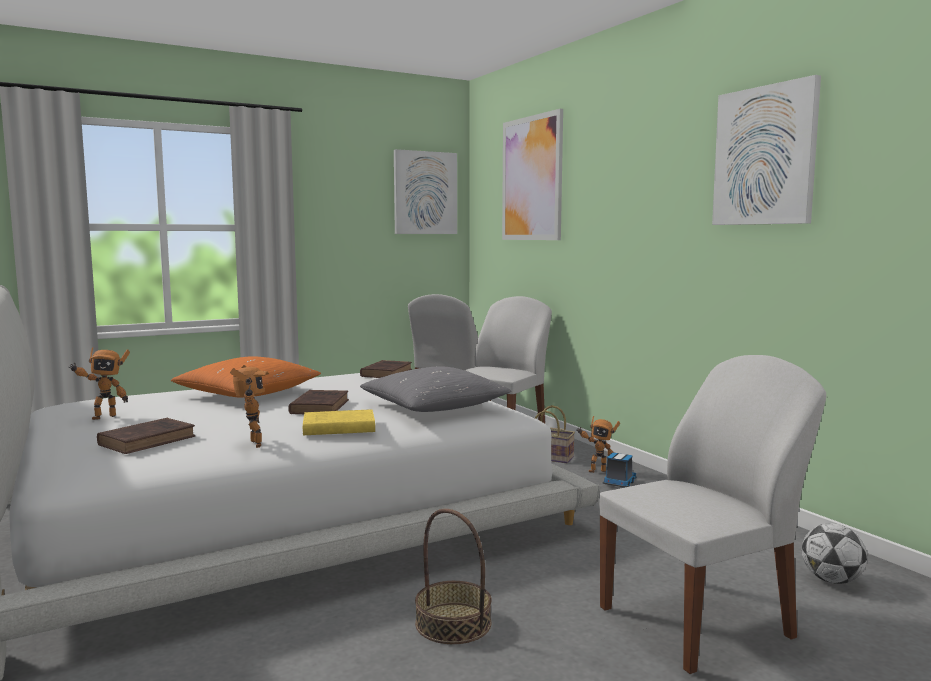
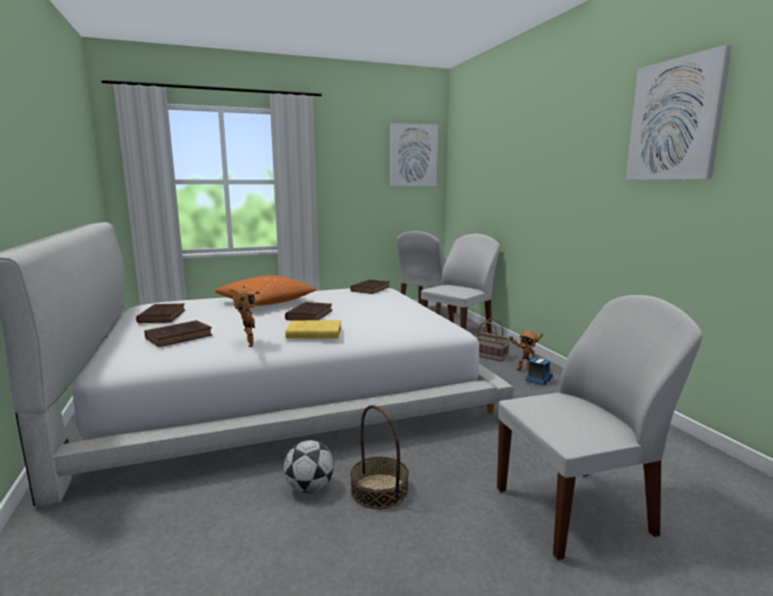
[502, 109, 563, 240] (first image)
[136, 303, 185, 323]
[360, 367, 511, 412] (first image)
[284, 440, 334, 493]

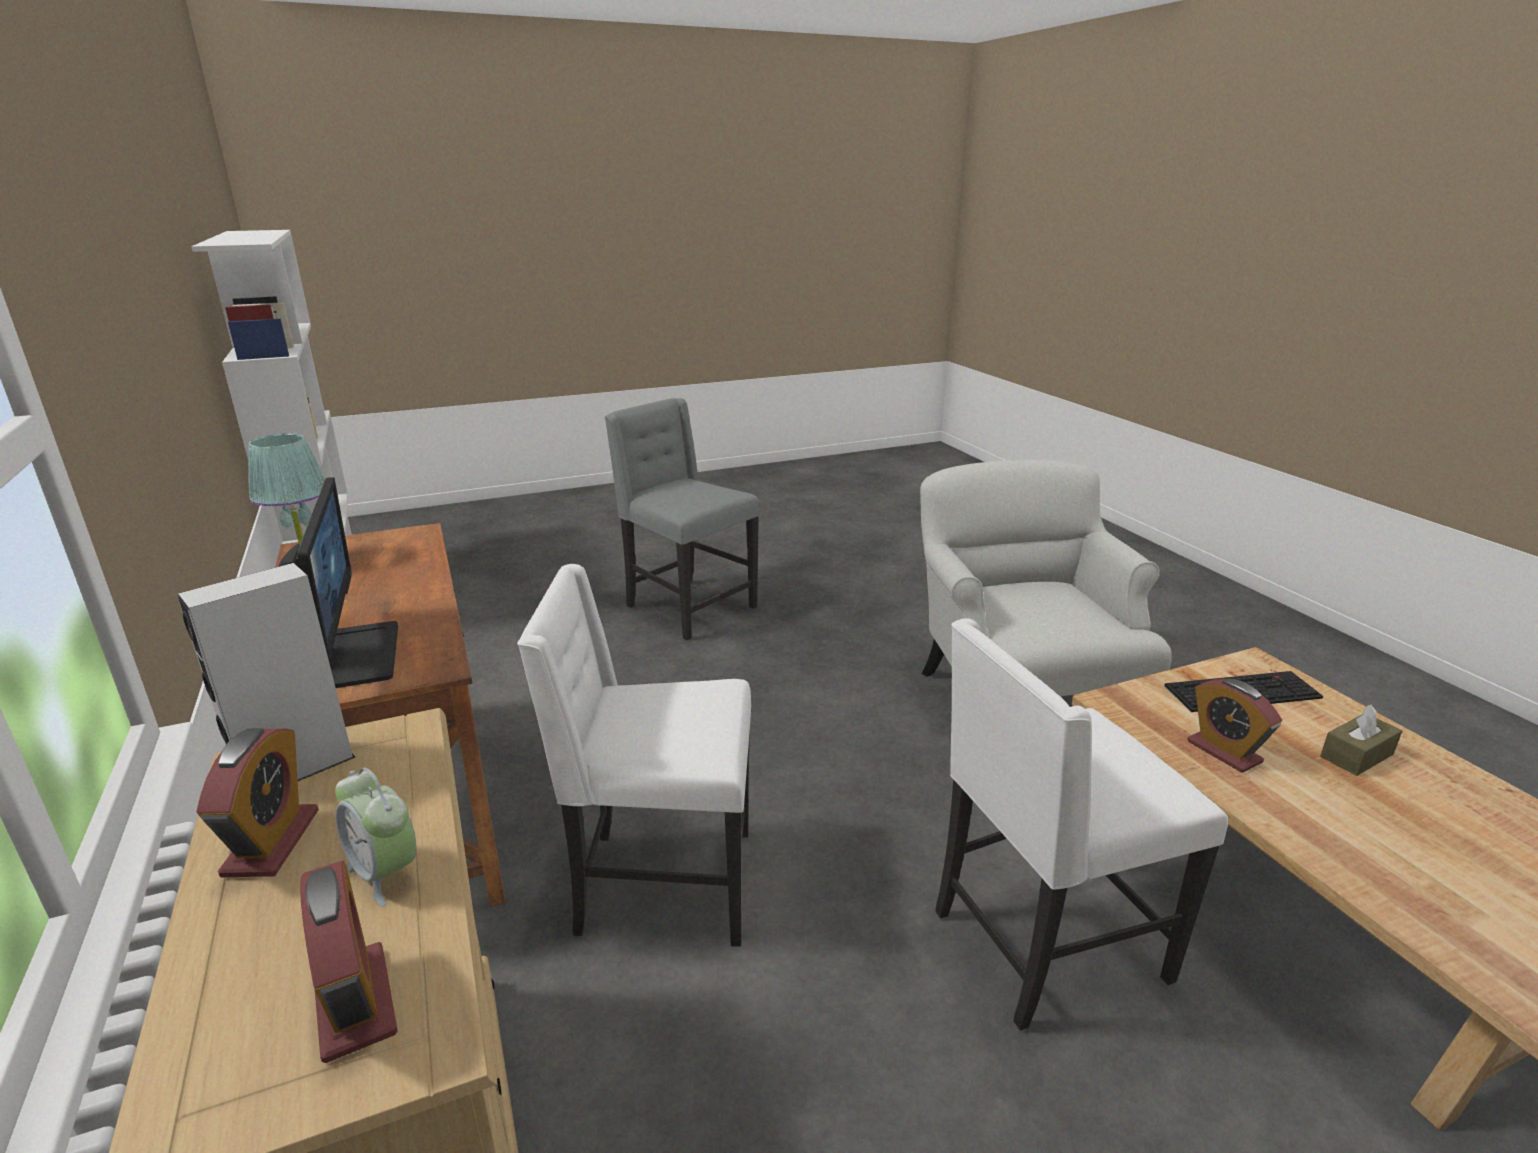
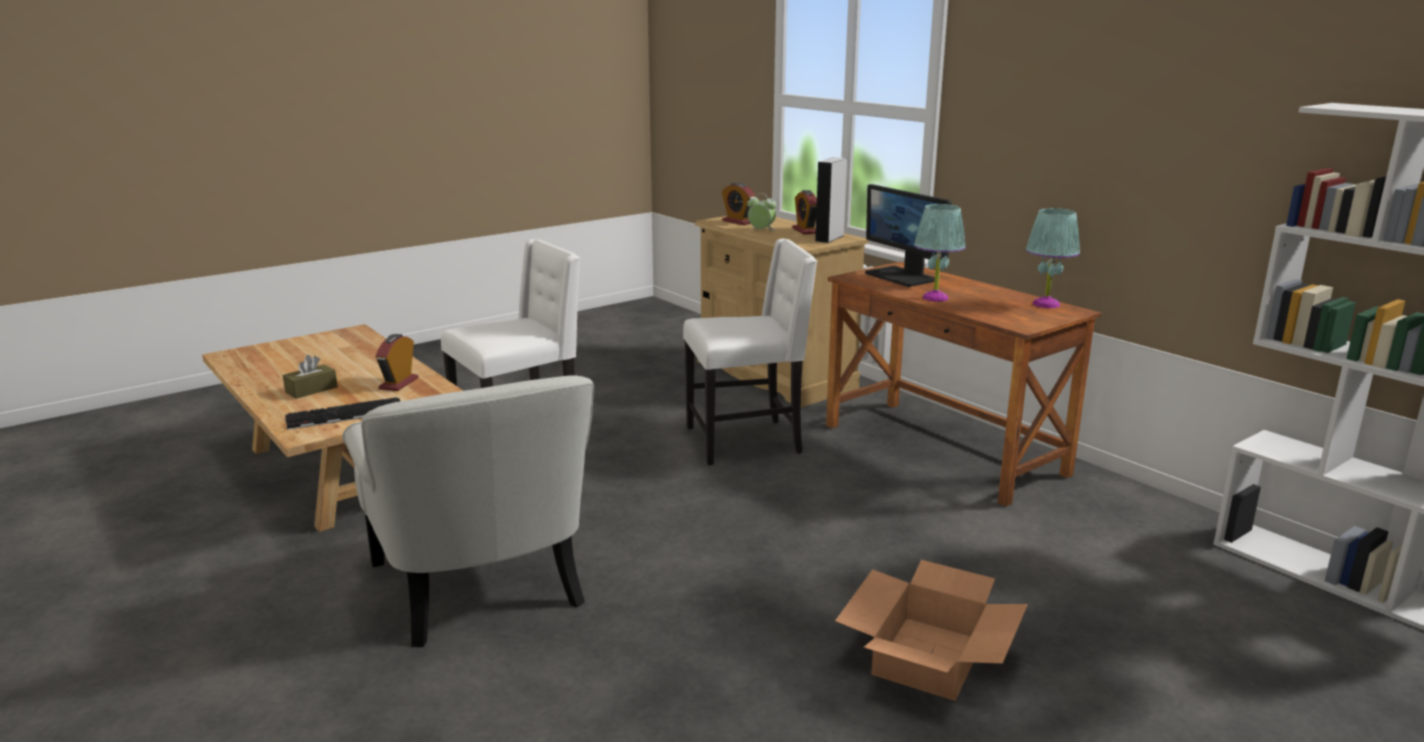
[835, 560, 1028, 701]
[375, 334, 418, 391]
[914, 204, 966, 302]

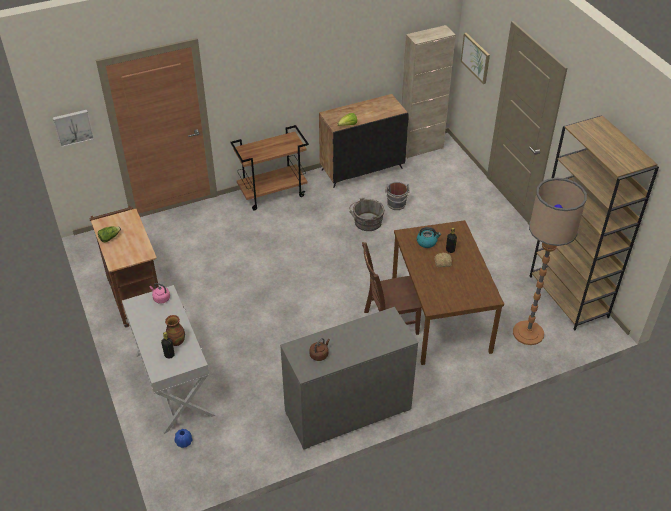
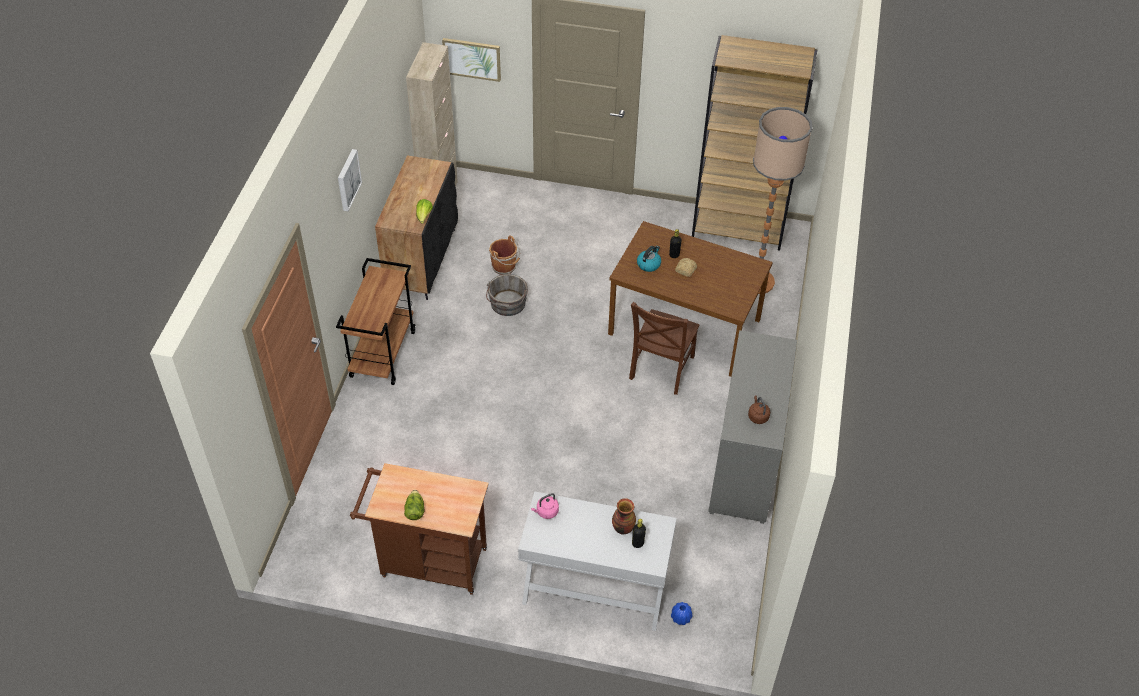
[338, 149, 362, 211]
[489, 236, 520, 275]

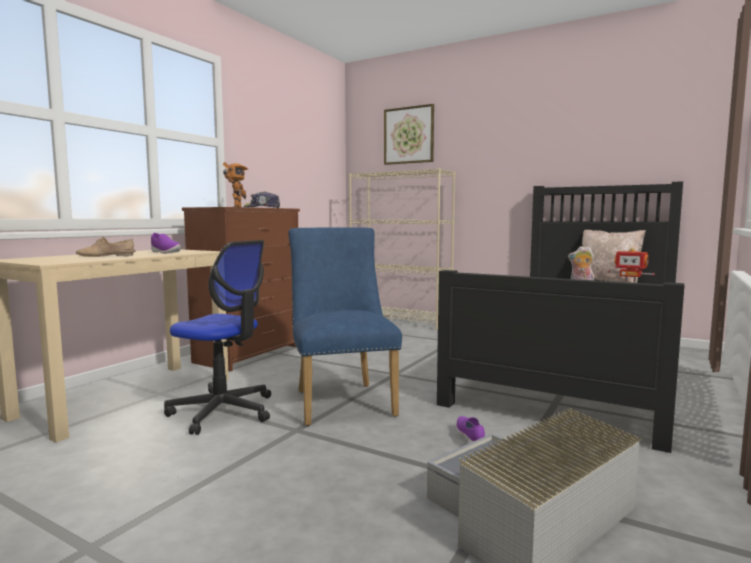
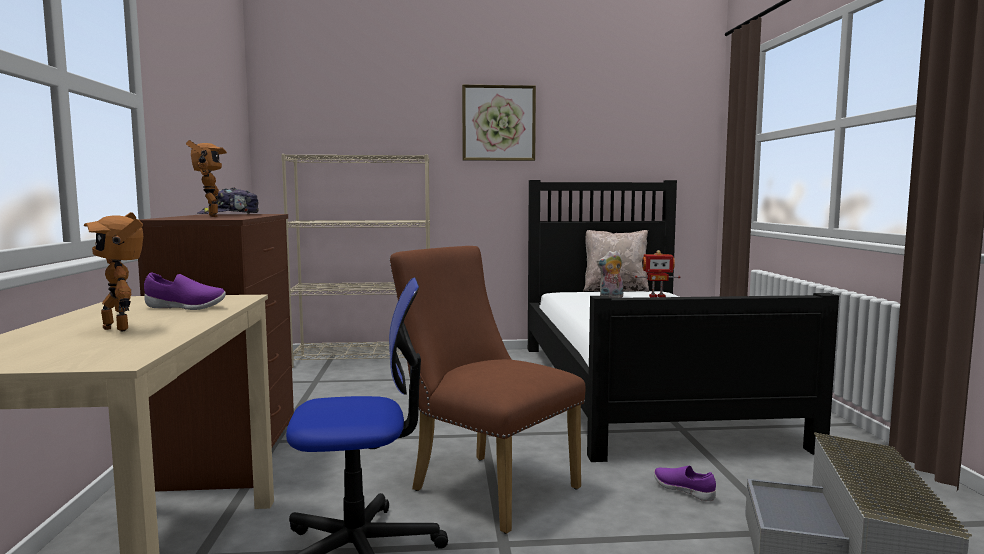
[462, 85, 536, 161]
[390, 246, 586, 534]
[84, 212, 143, 332]

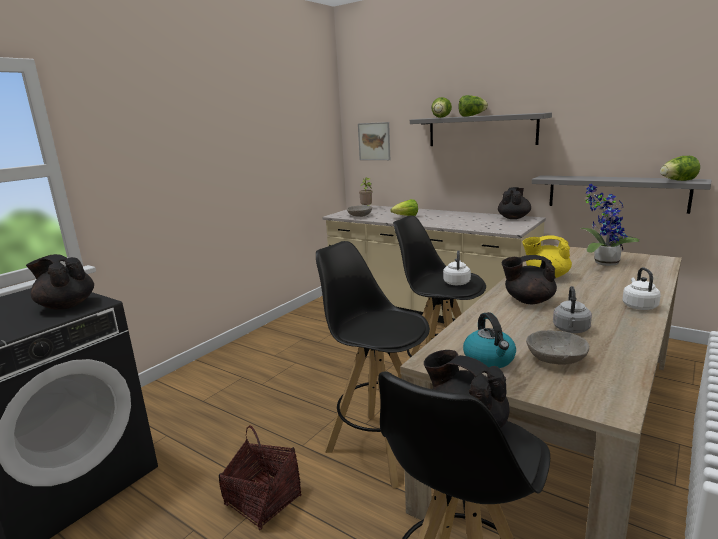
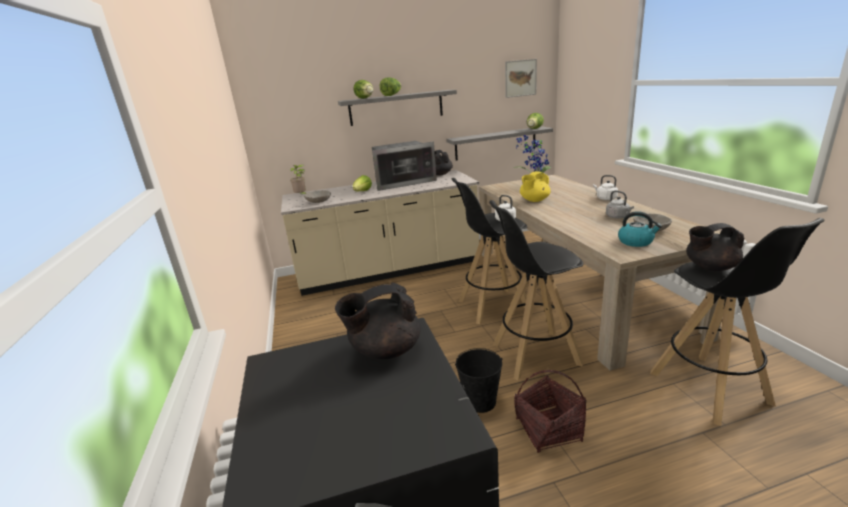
[505, 59, 537, 98]
[501, 255, 557, 304] (first image)
[372, 141, 437, 191]
[455, 348, 502, 413]

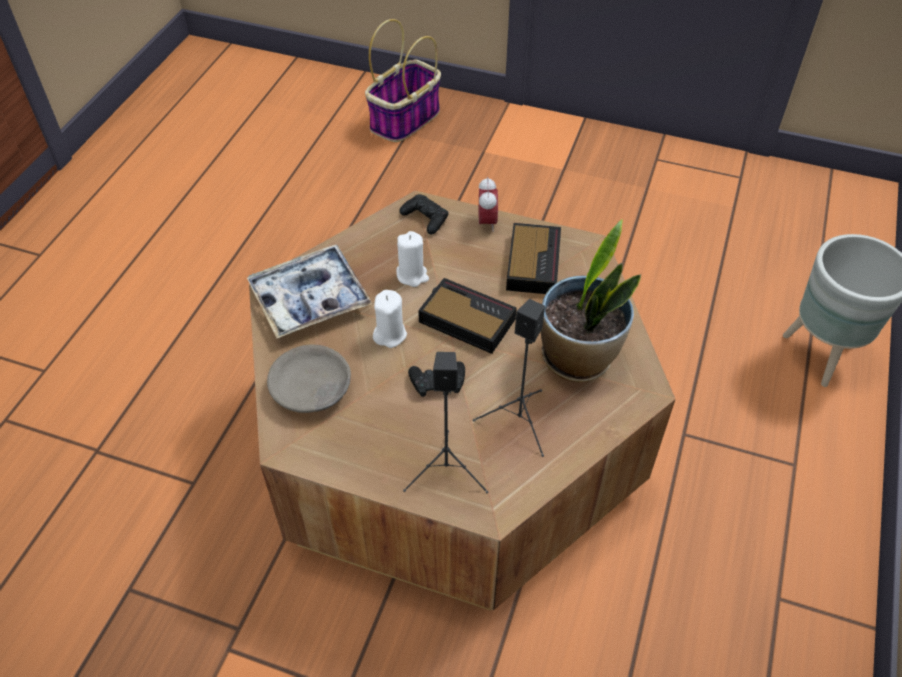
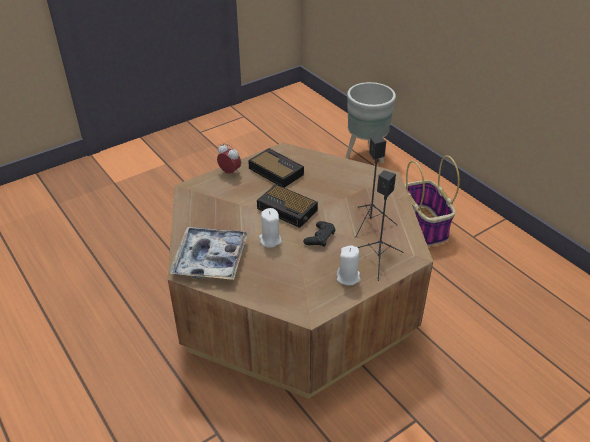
[405, 156, 460, 246]
[399, 194, 449, 234] (first image)
[541, 219, 641, 382] (first image)
[337, 245, 361, 285]
[257, 184, 318, 228]
[267, 345, 351, 413] (first image)

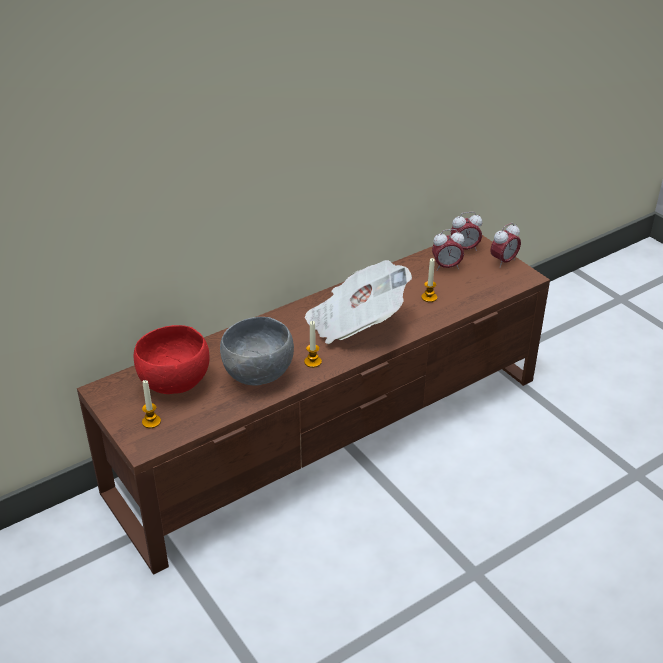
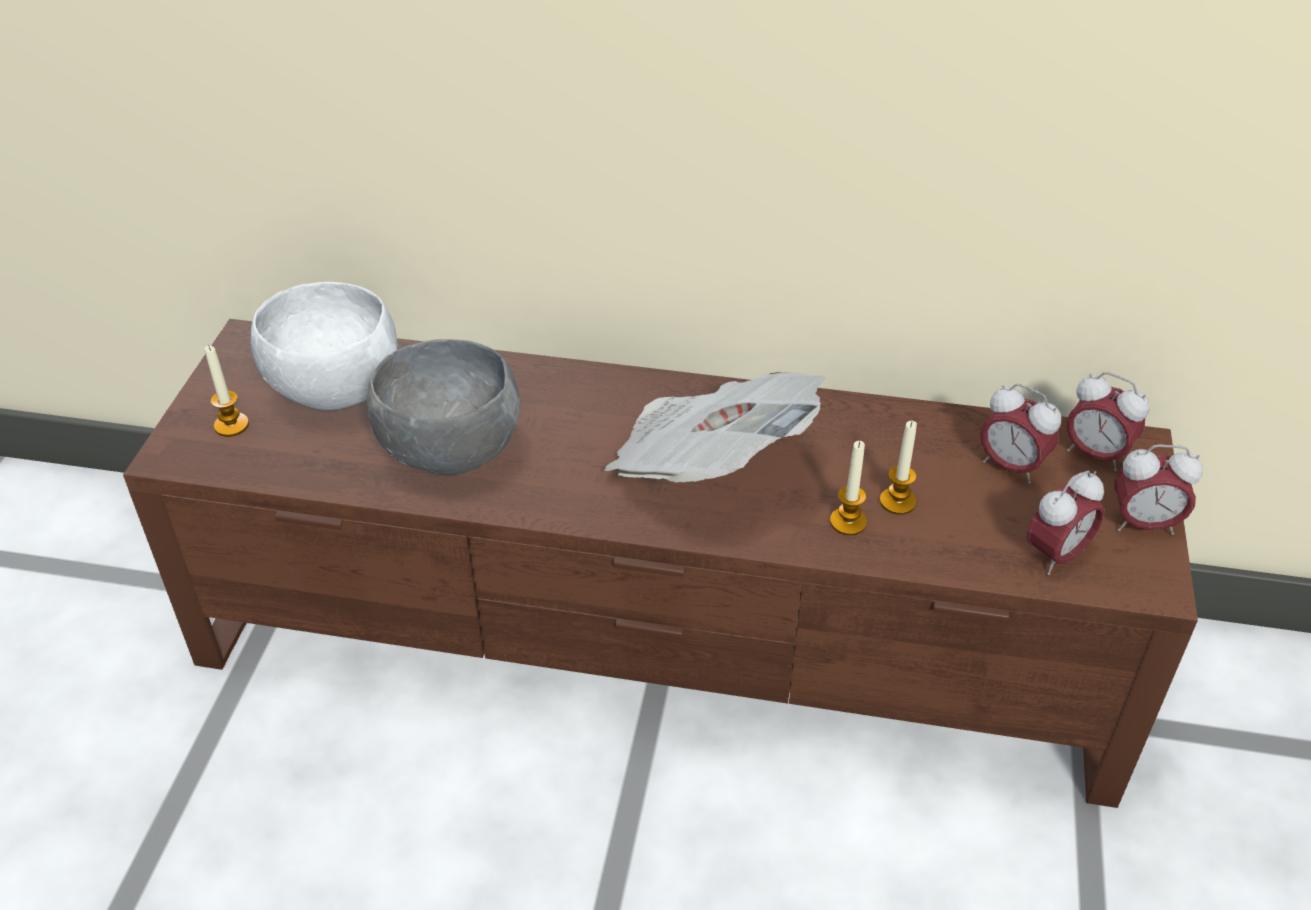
[830, 441, 867, 535]
[251, 282, 398, 410]
[1027, 470, 1104, 575]

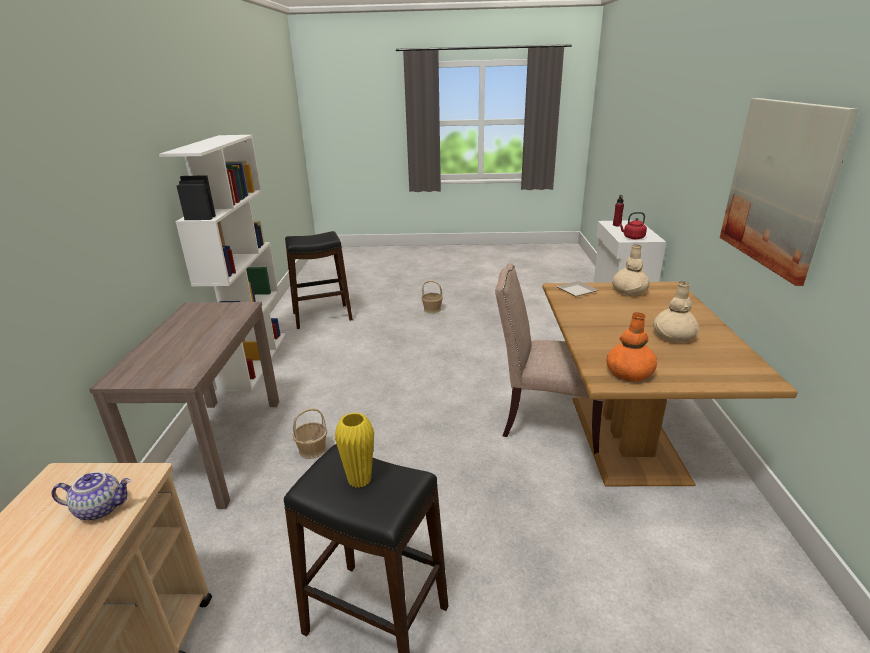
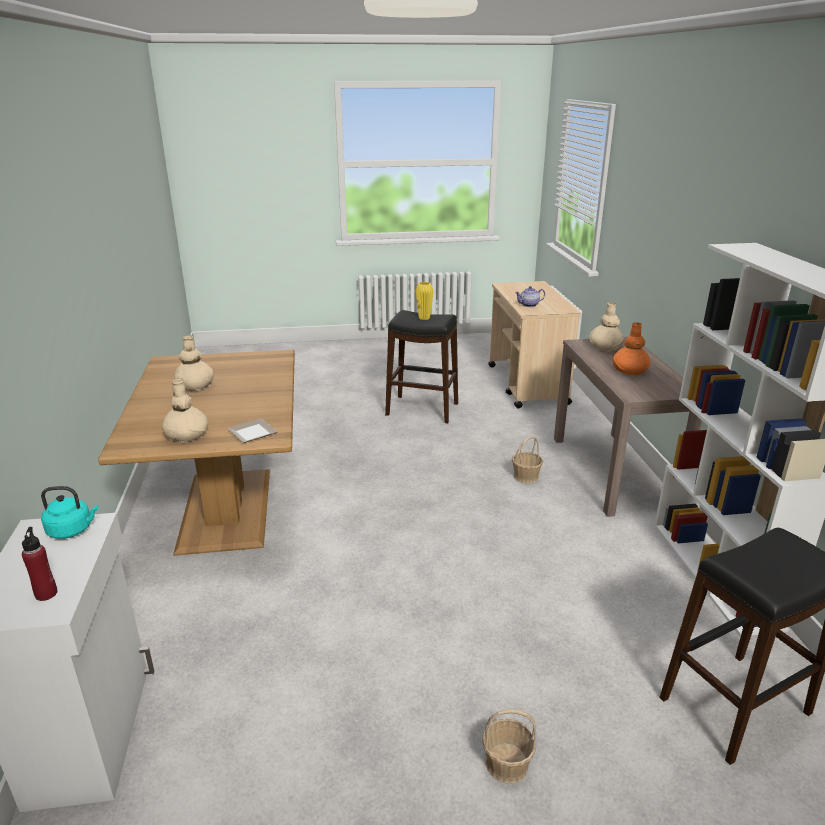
[720, 98, 859, 286] (first image)
[41, 486, 98, 539]
[495, 263, 606, 454] (first image)
[613, 322, 651, 375]
[590, 302, 624, 352]

